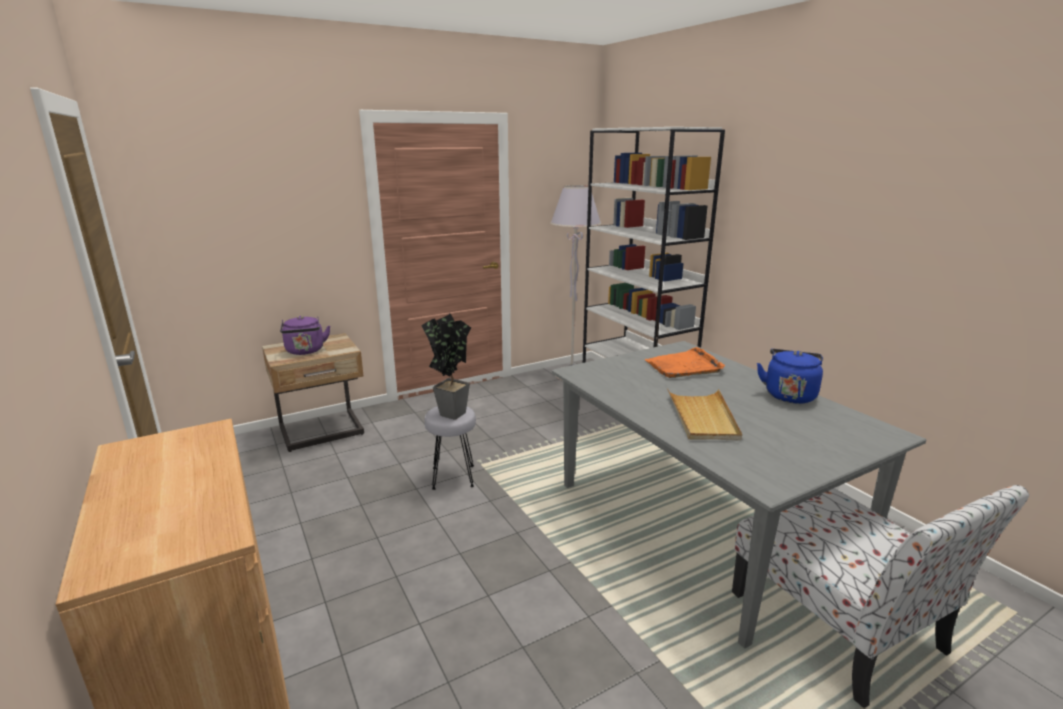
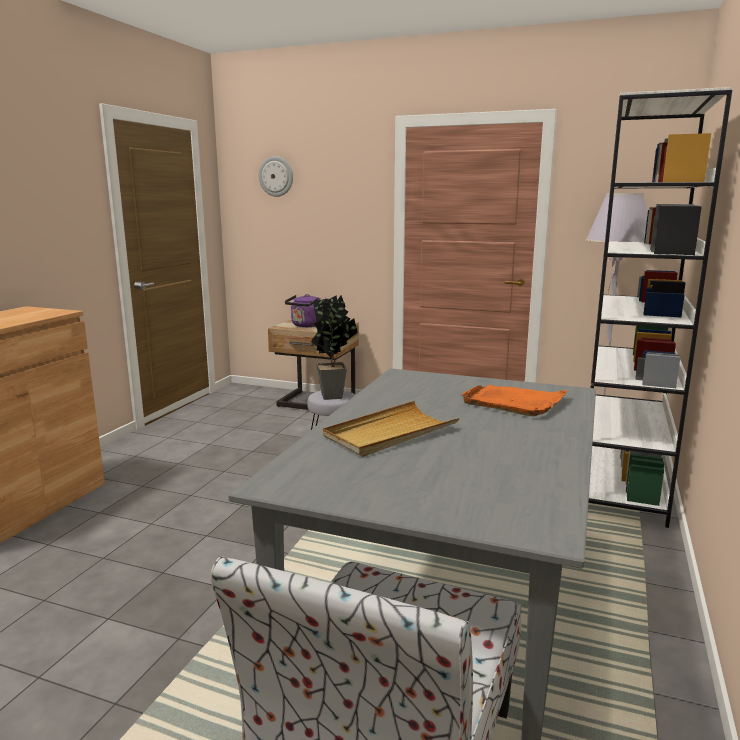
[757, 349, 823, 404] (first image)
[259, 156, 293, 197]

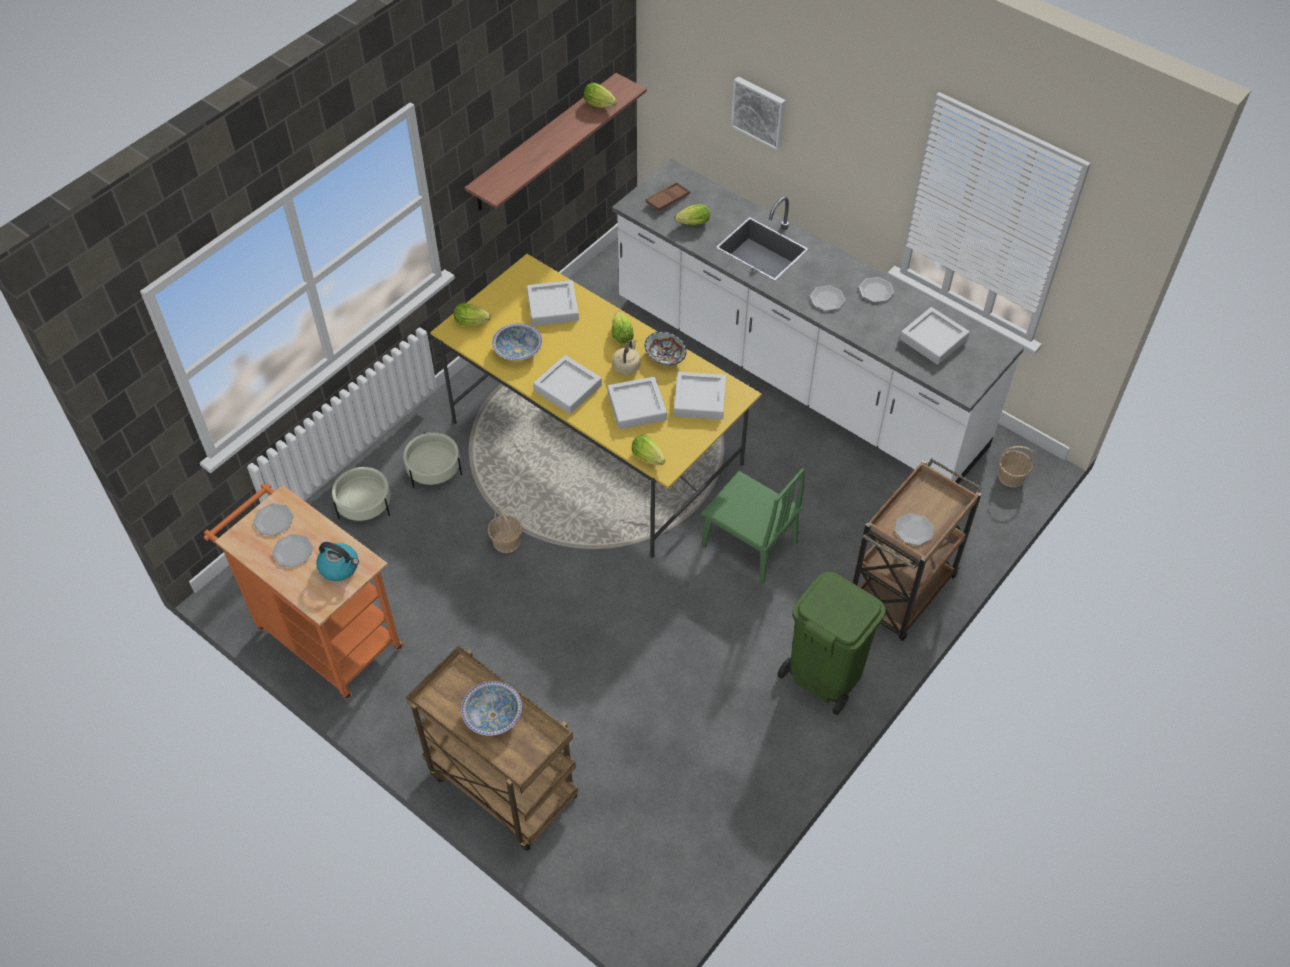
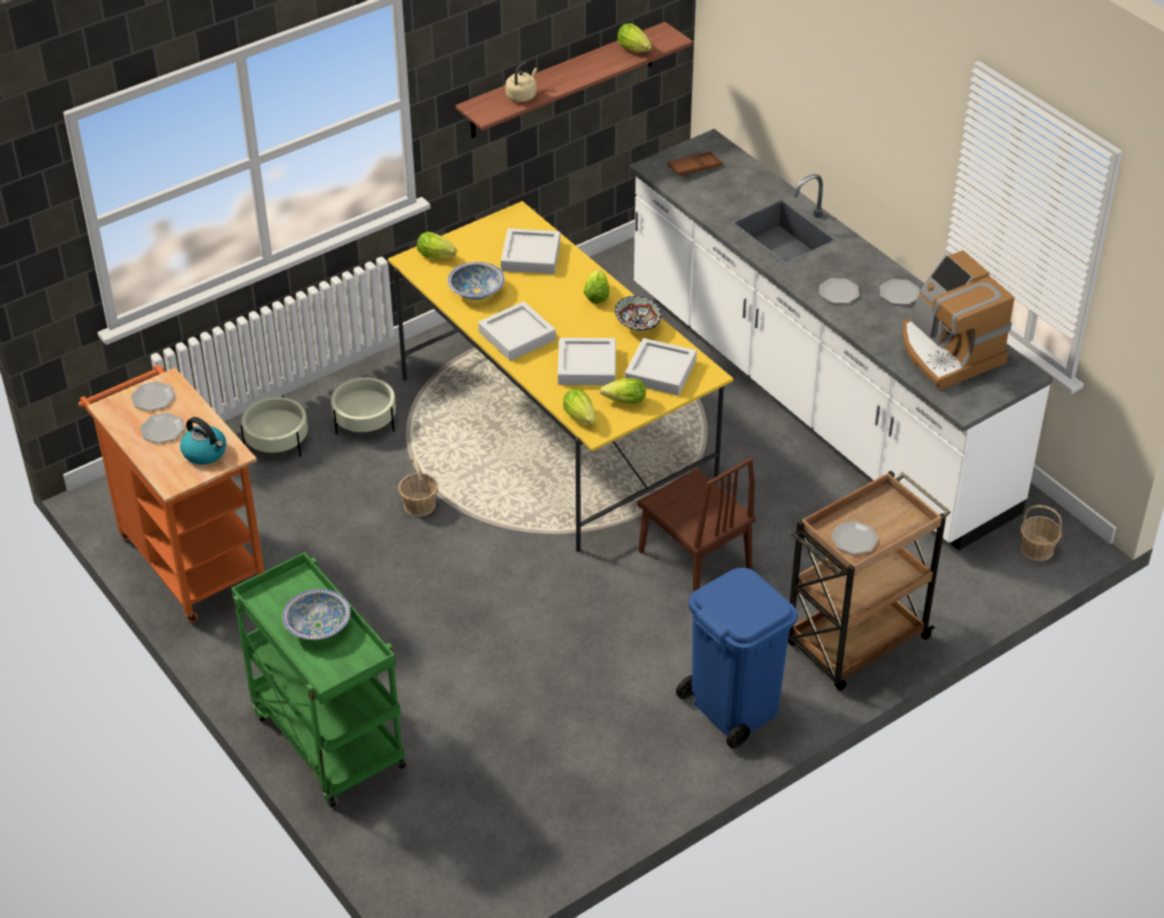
[731, 77, 786, 150] (first image)
[600, 378, 646, 404]
[903, 250, 1015, 391]
[505, 61, 538, 102]
[637, 457, 756, 592]
[676, 568, 798, 748]
[231, 552, 406, 808]

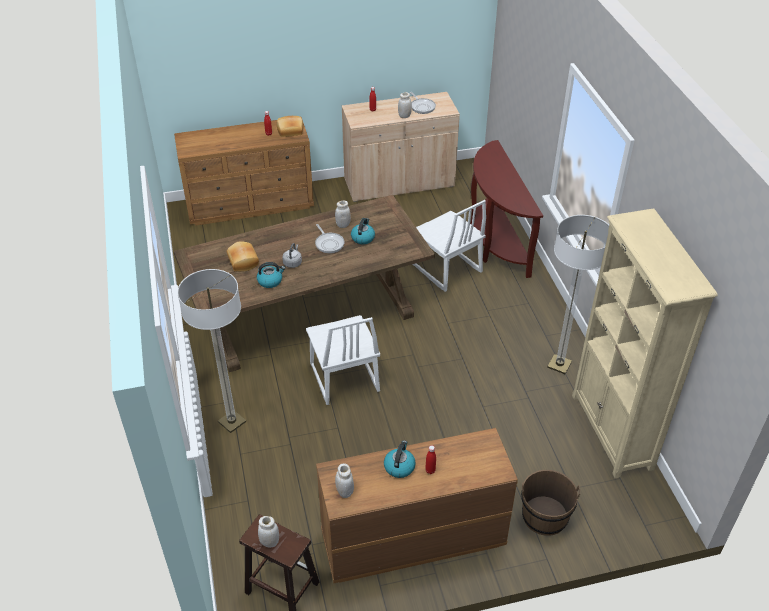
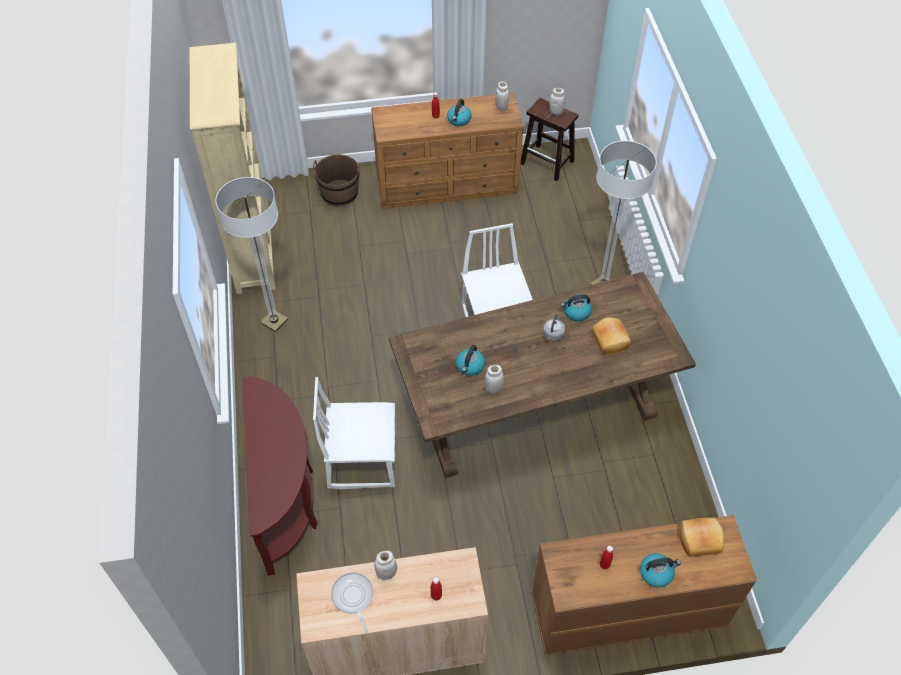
[680, 518, 724, 557]
[313, 377, 395, 489]
[315, 224, 344, 253] (first image)
[640, 554, 681, 587]

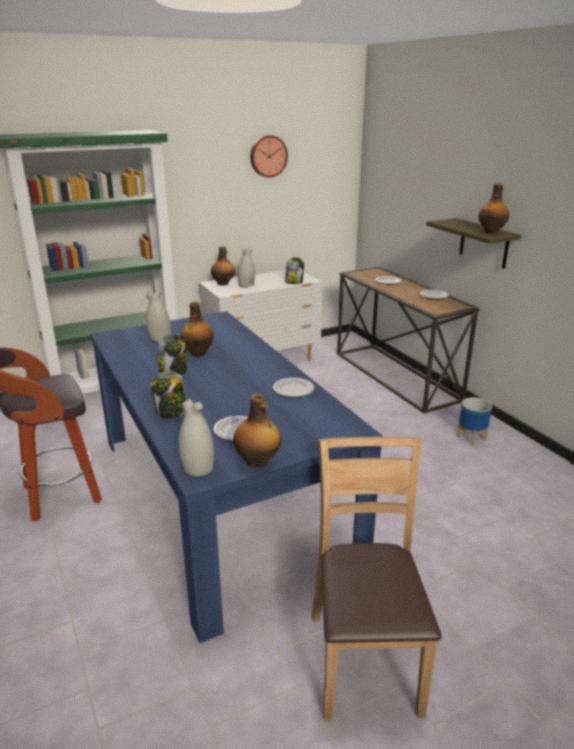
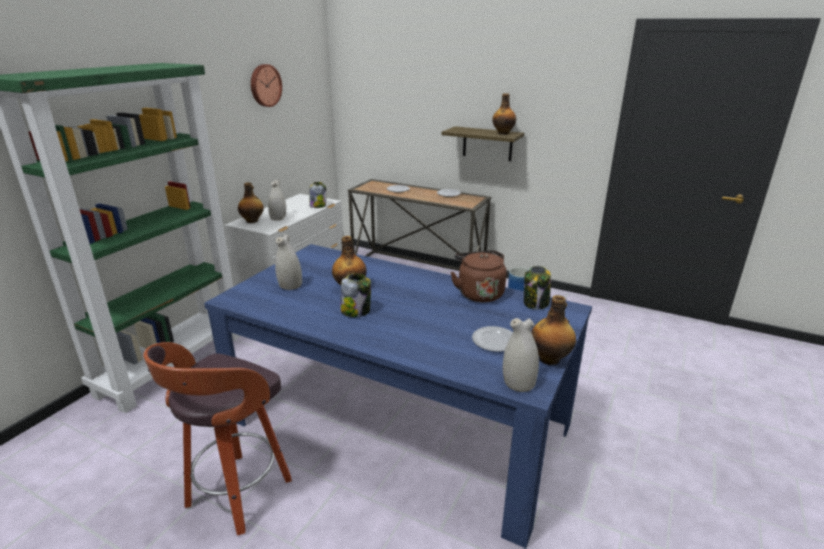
[524, 266, 551, 310]
[450, 250, 506, 302]
[311, 437, 442, 721] (first image)

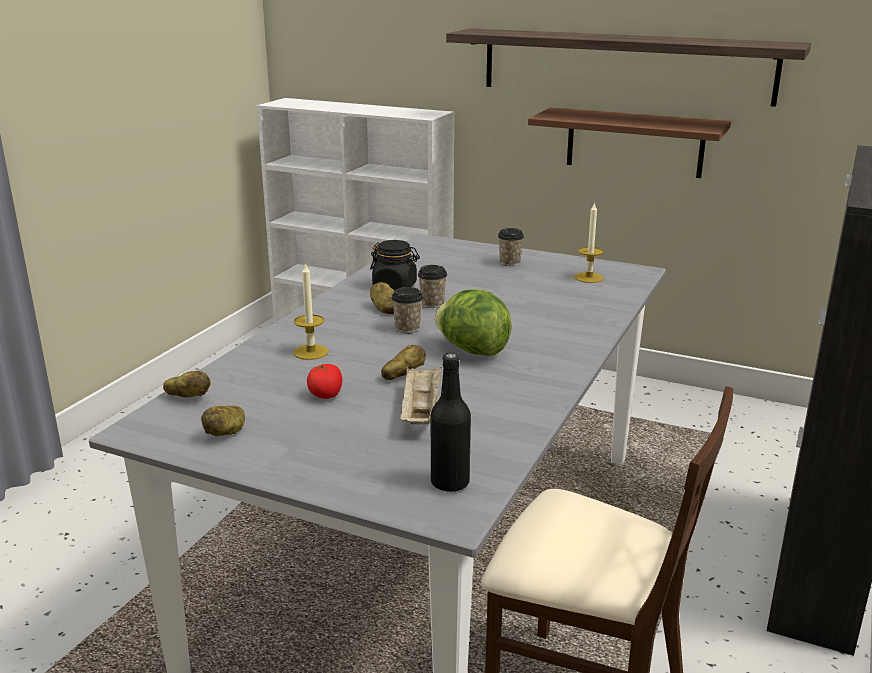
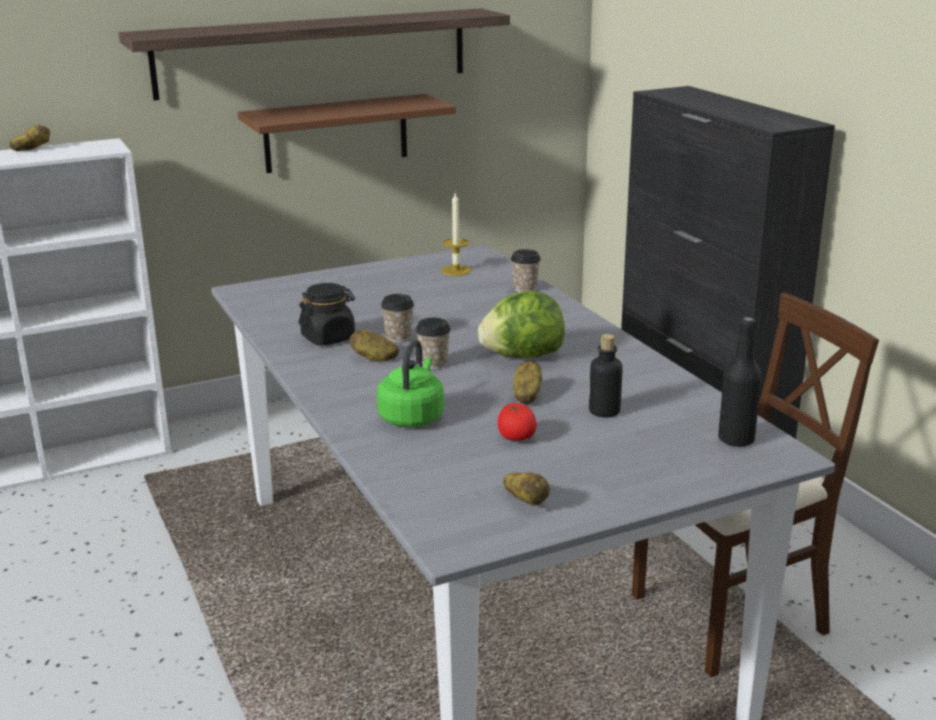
[511, 249, 541, 292]
[377, 340, 444, 427]
[589, 334, 623, 417]
[10, 125, 50, 151]

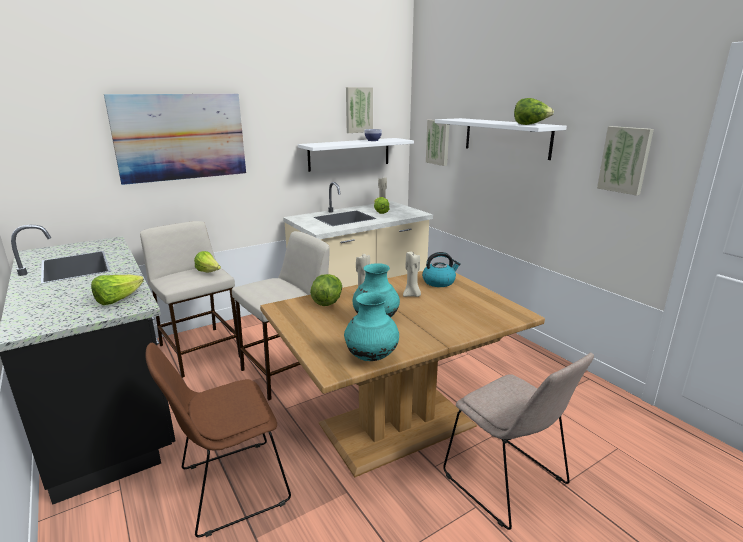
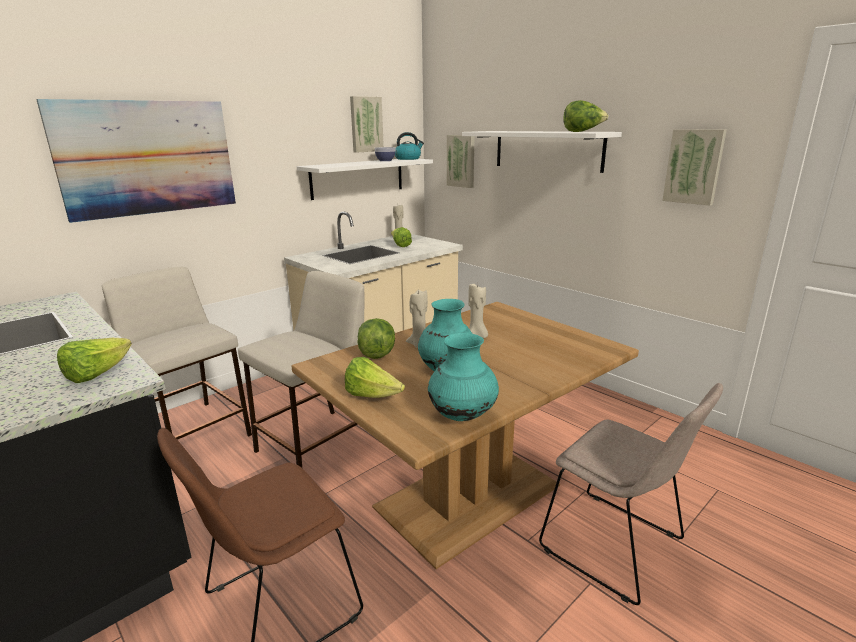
[345, 357, 405, 398]
[395, 132, 424, 160]

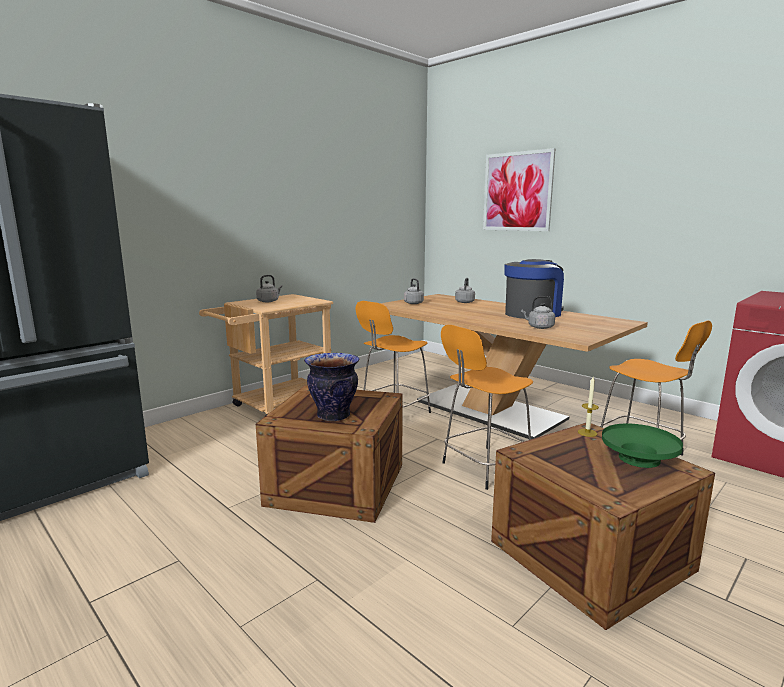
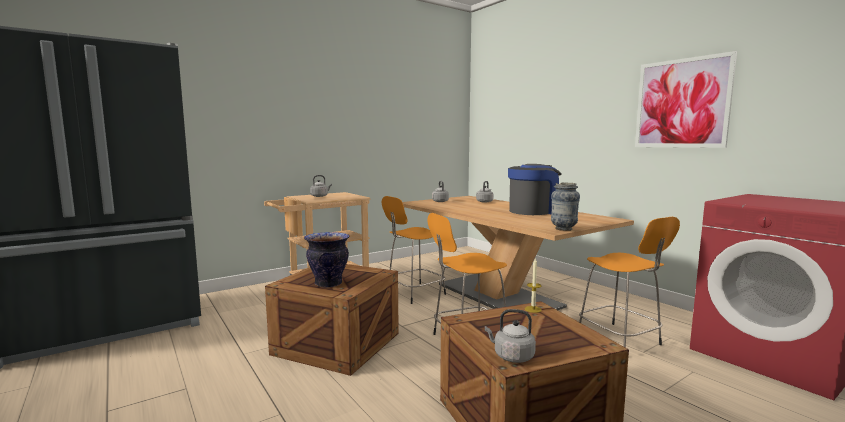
[635, 51, 737, 148]
[485, 309, 536, 363]
[602, 424, 683, 468] (first image)
[551, 183, 580, 231]

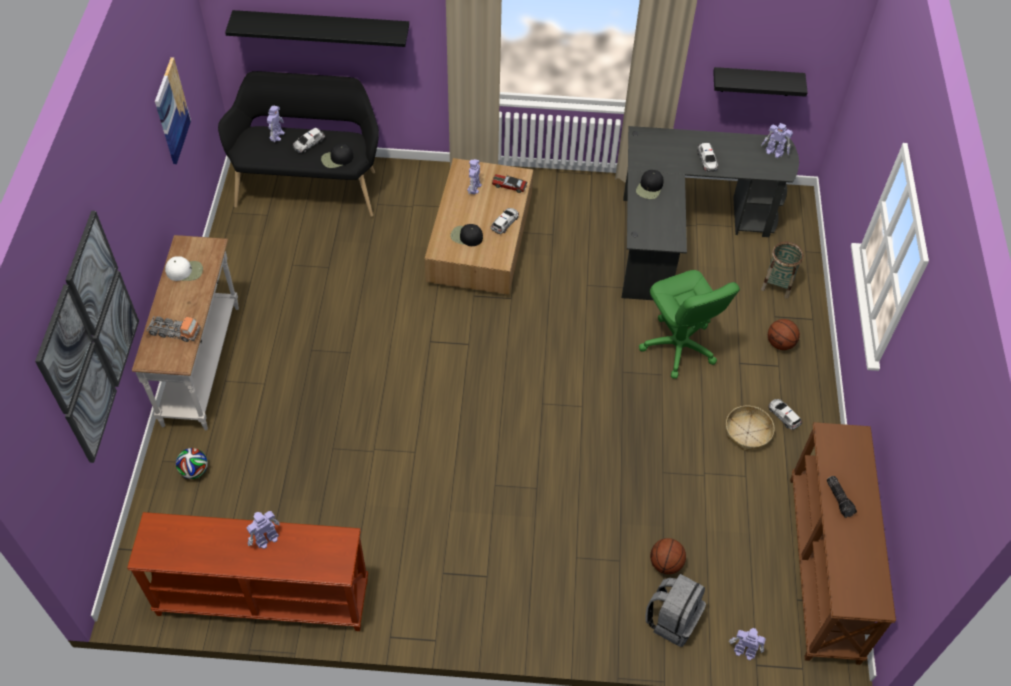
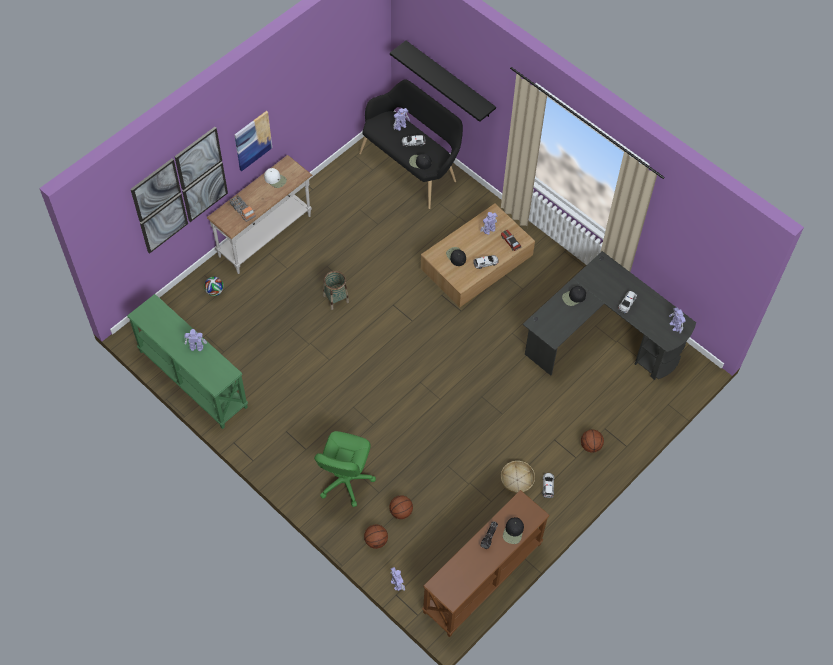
[234, 111, 272, 172]
[713, 67, 808, 97] (first image)
[323, 271, 349, 310]
[314, 431, 376, 507]
[127, 294, 248, 429]
[364, 525, 388, 549]
[503, 517, 524, 544]

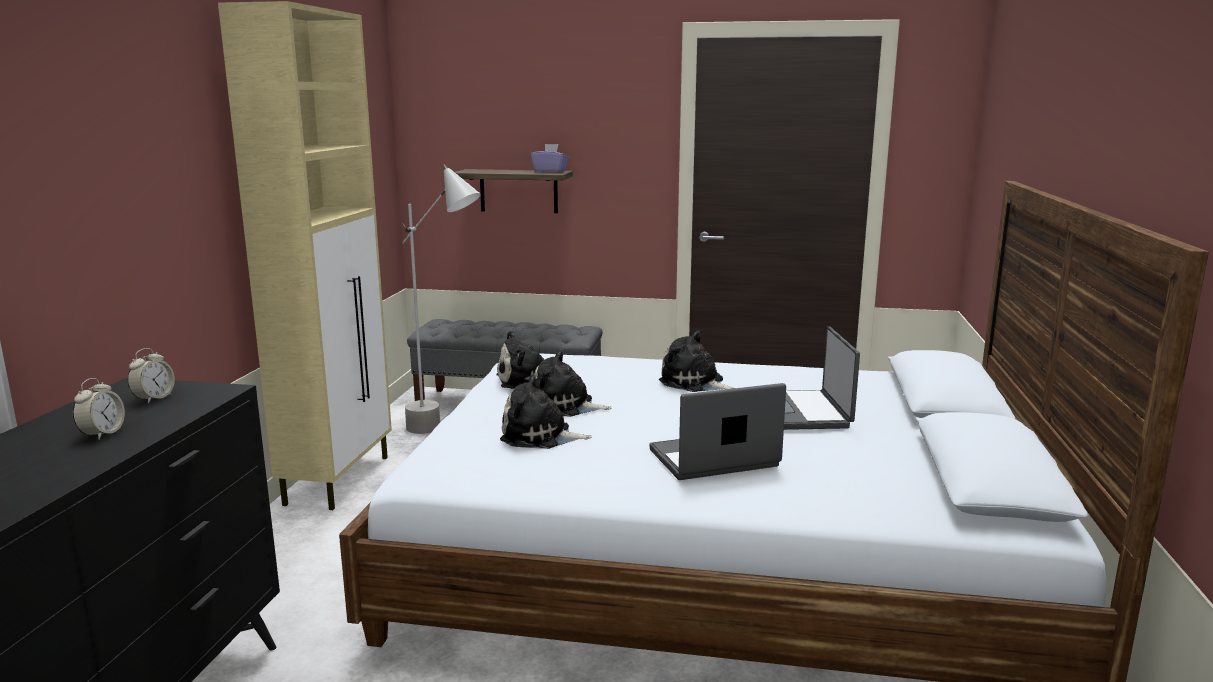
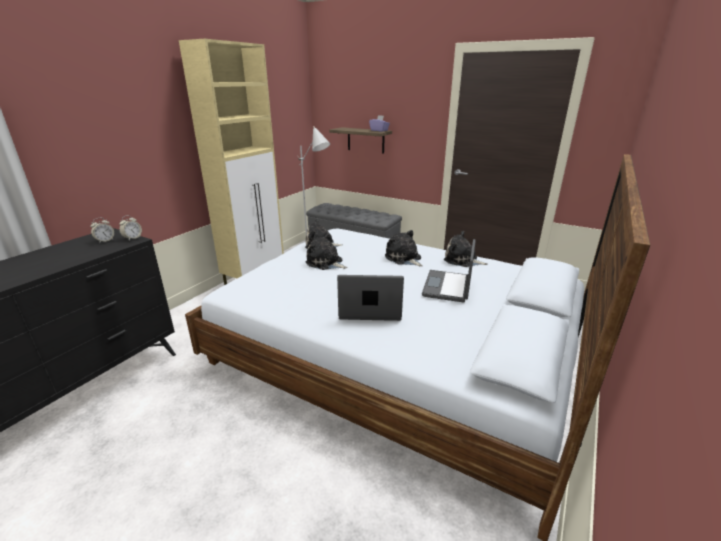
[444, 231, 488, 267]
[119, 215, 142, 240]

